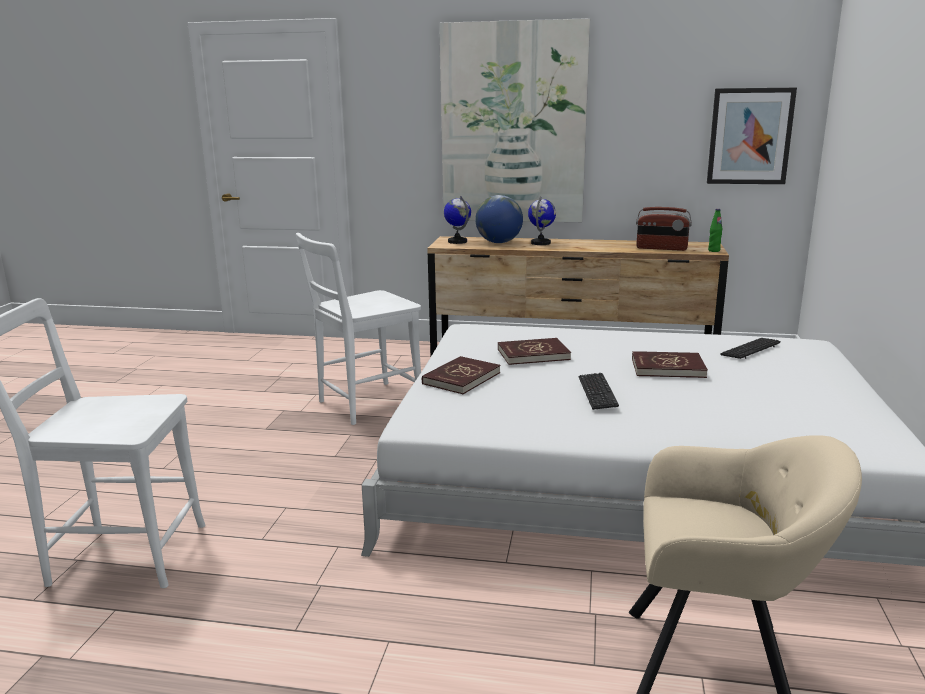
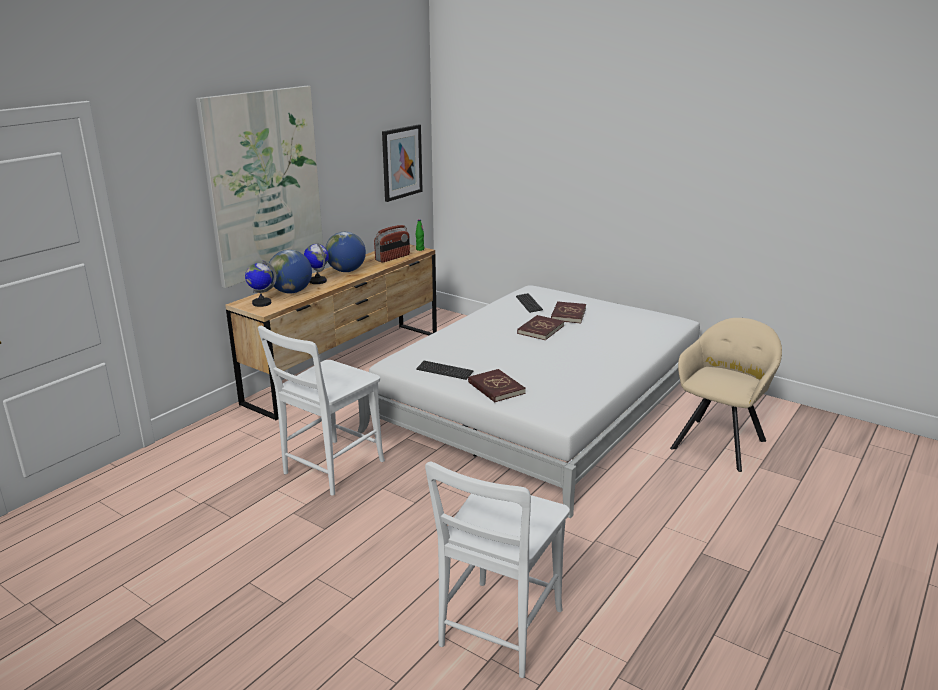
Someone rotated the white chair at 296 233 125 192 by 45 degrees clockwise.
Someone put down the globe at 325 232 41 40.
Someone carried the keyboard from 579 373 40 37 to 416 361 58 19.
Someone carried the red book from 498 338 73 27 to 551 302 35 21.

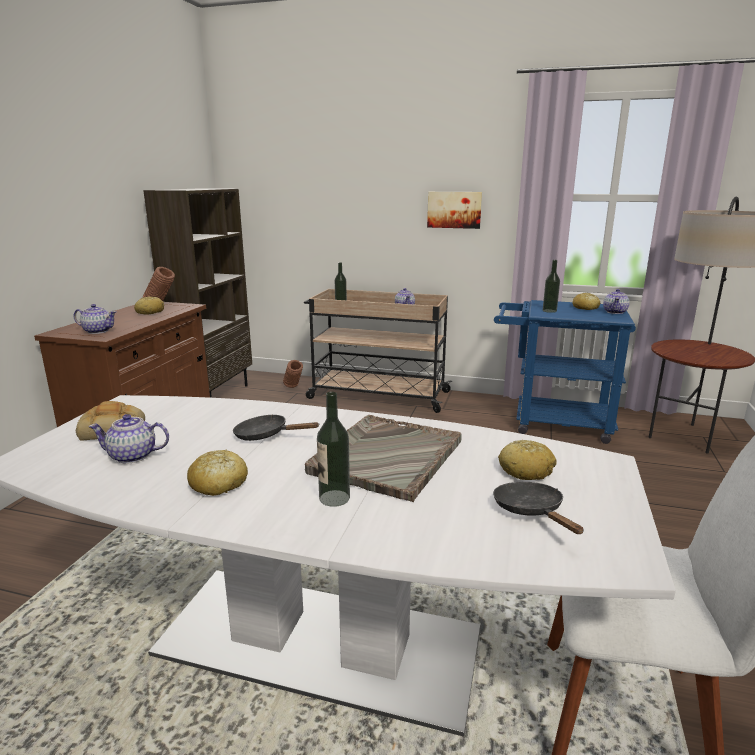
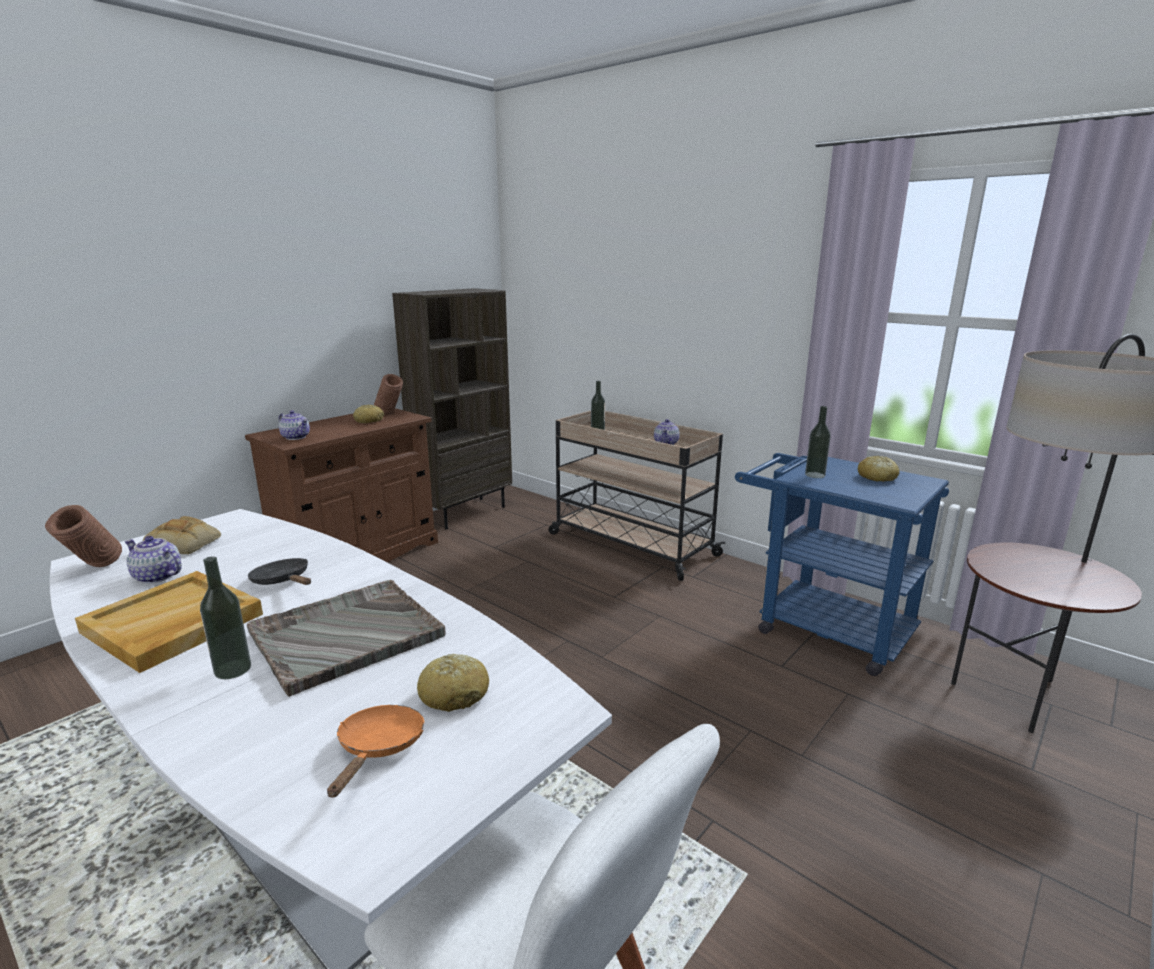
Someone carried the brown vase from 283 360 20 28 to 45 505 77 62.
Someone swapped the bread at 187 450 61 46 for the beige tray at 75 571 188 102.
Someone repainted the black frying pan at 493 482 91 52, which became the orange frying pan at 327 705 97 93.
Someone took away the picture at 427 192 55 37.
Someone took away the teapot at 603 289 27 25.

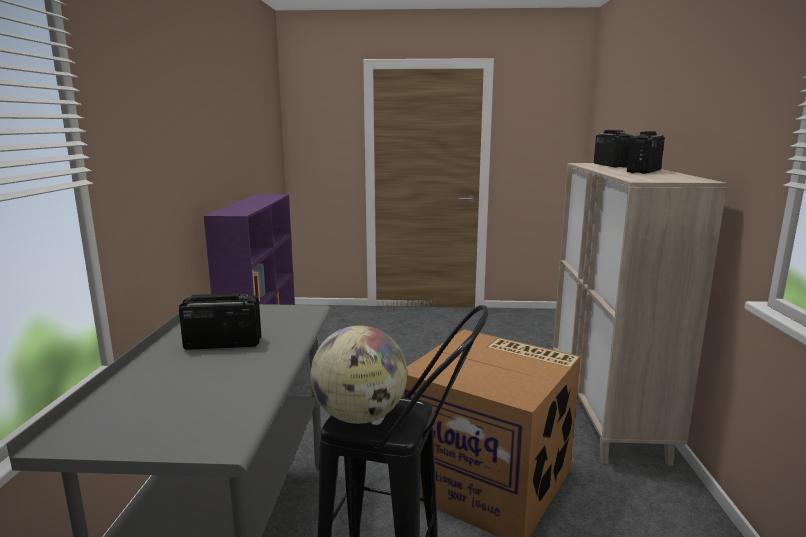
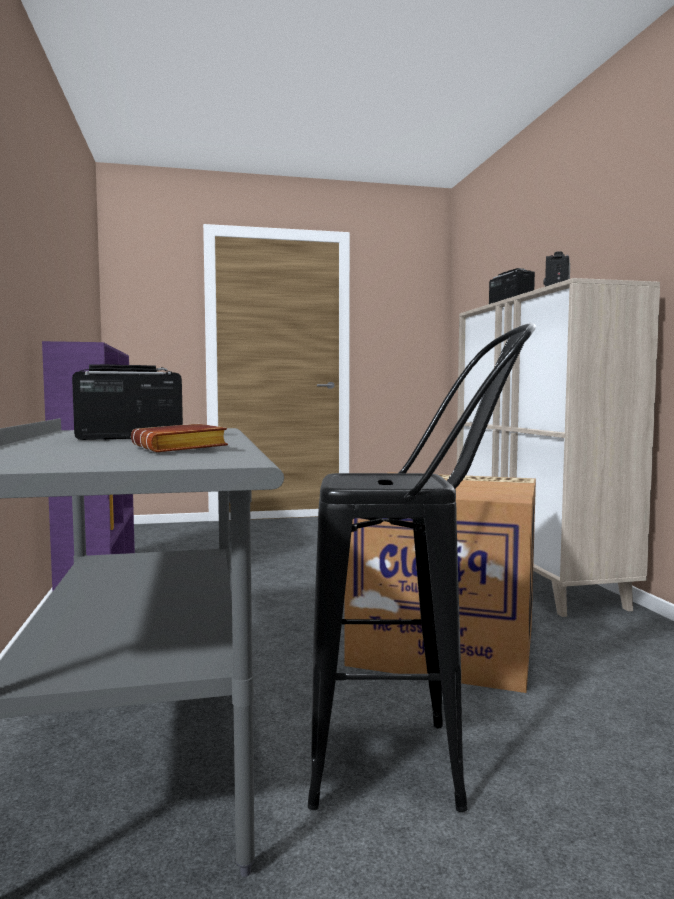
Someone put down the brown book at 131 424 97 28.
Someone took away the globe at 310 325 97 99.

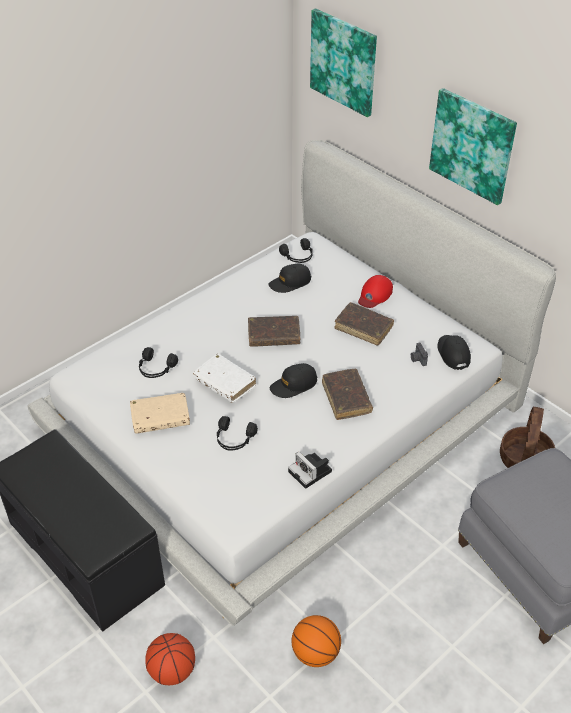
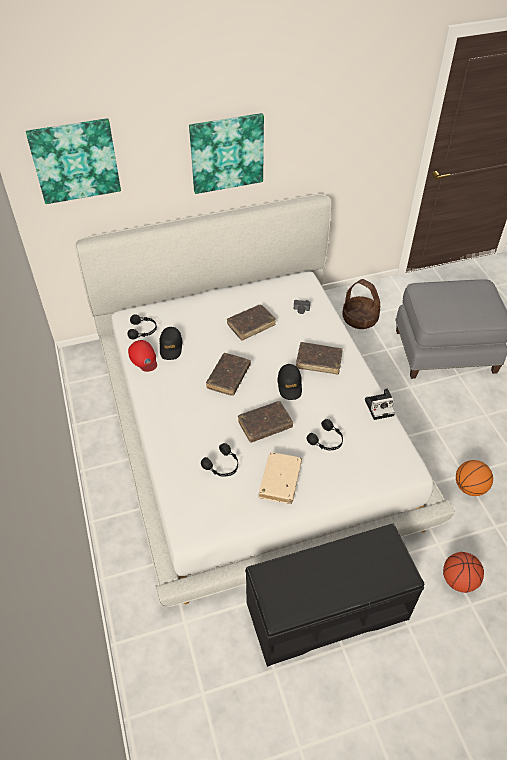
Someone carried the red cap from 358 275 35 33 to 128 340 29 32.
Someone repainted the white book at 193 354 63 49, which became the brown book at 238 401 55 42.
Someone took away the black cap at 437 335 34 35.

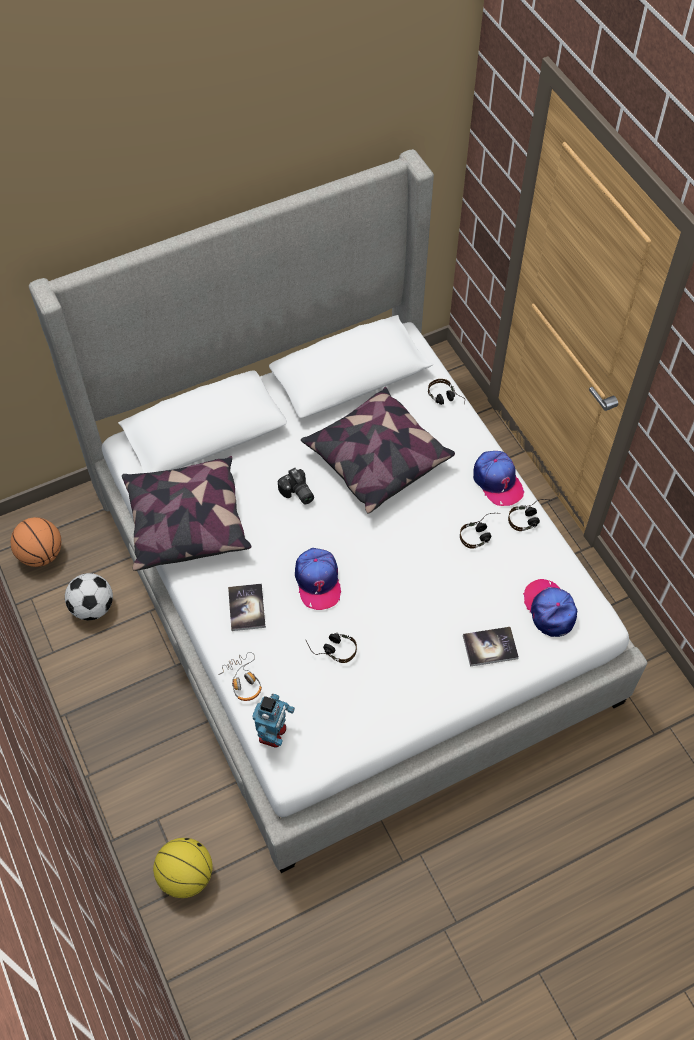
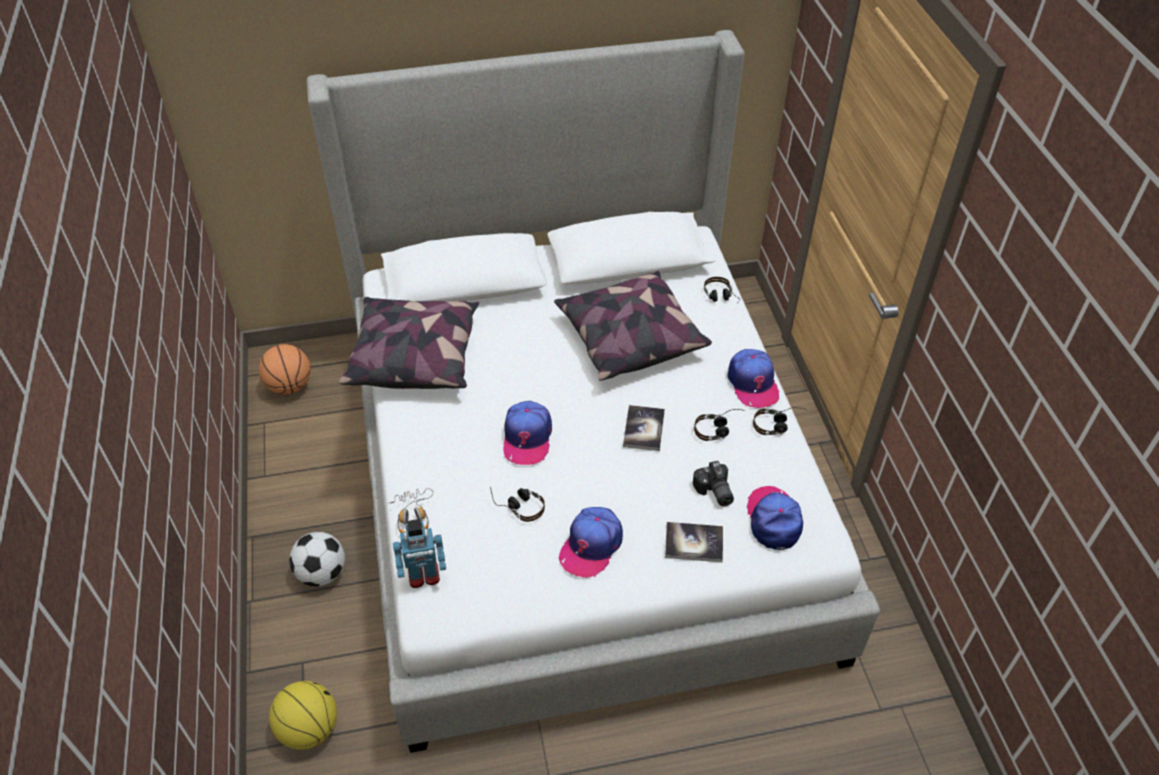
Someone carried the football from 65 573 48 47 to 289 532 56 54.
Someone rotated the toy robot at 252 694 43 54 by 45 degrees clockwise.
Someone put down the cap at 559 507 64 71.
Someone carried the book from 228 584 38 47 to 623 405 42 46.
Someone carried the photo camera from 278 467 36 37 to 693 461 41 45.

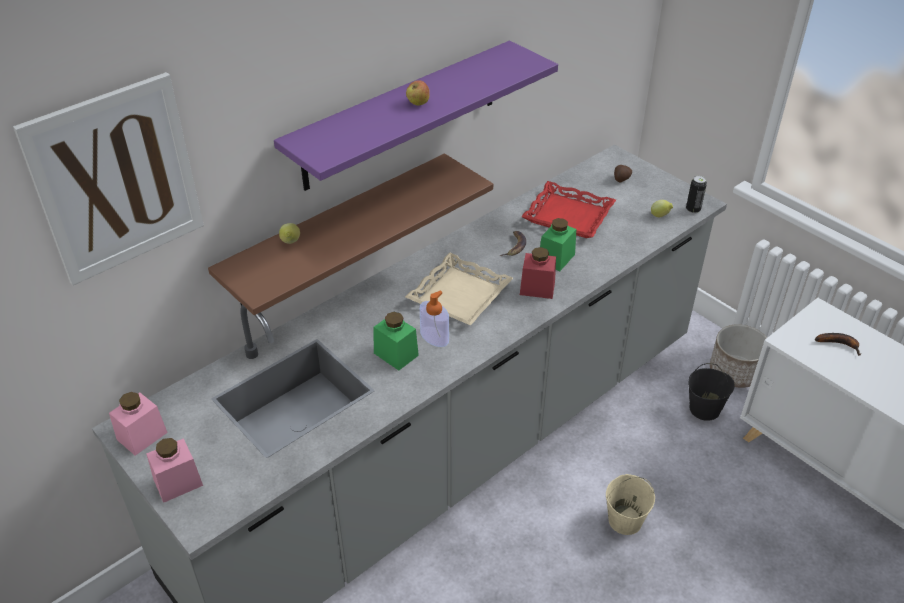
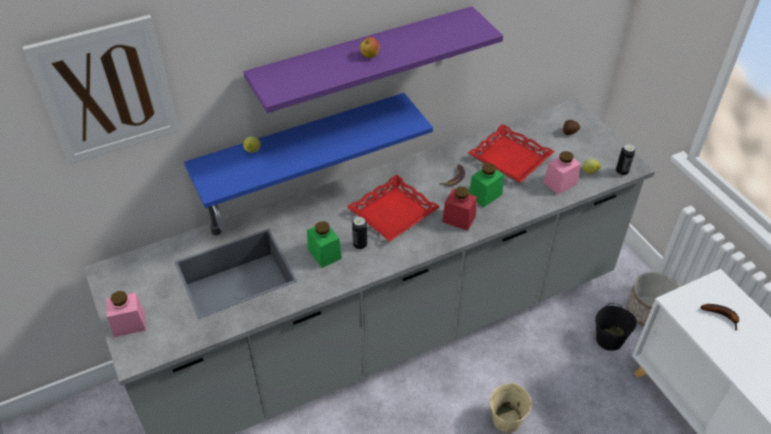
Someone repainted the brown shelf at 208 153 285 162, which became the blue shelf at 184 93 249 115.
Someone repainted the beige tray at 405 253 108 72, which became the red tray at 347 175 93 67.
Someone swapped the soap dispenser at 420 291 29 56 for the can at 352 217 15 33.
Someone carried the pink jar from 109 392 59 64 to 543 151 38 43.

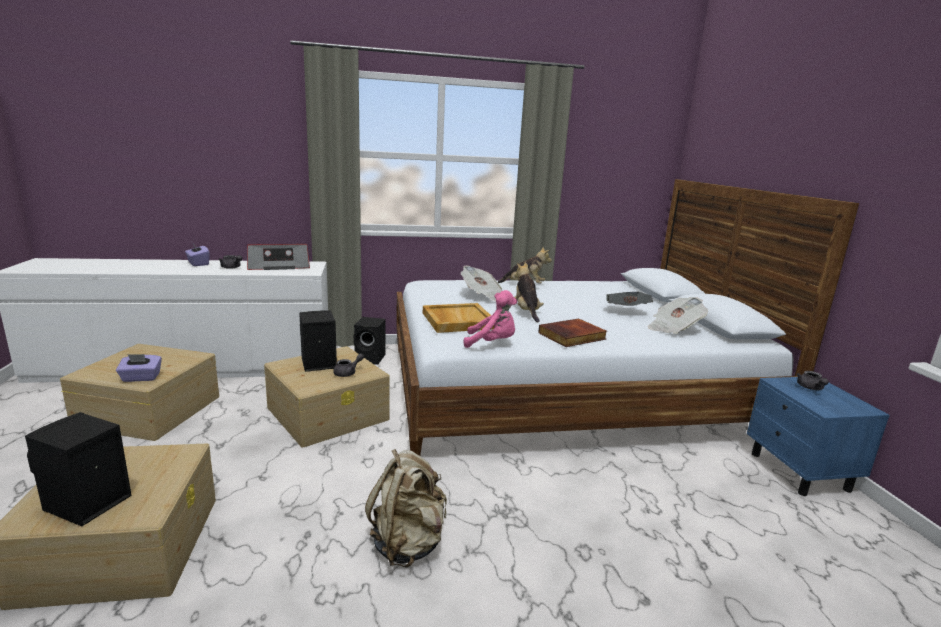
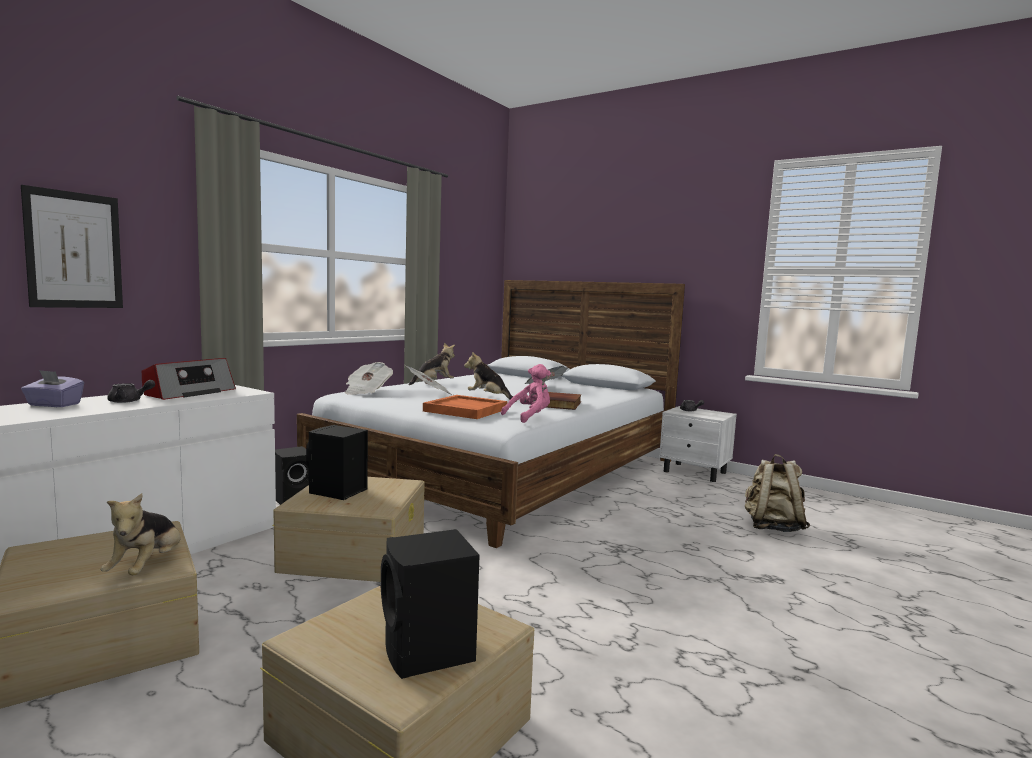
Someone put up the picture at 21 185 102 123.
Someone swapped the purple tissue box at 116 354 46 28 for the plush toy at 101 493 80 82.
Someone carried the newspaper from 648 297 60 37 to 345 362 48 33.
Someone repainted the beige tray at 423 303 71 30, which became the orange tray at 423 395 84 24.
Someone repainted the blue nightstand at 747 377 143 119, which became the white nightstand at 659 406 78 76.
Someone carried the beige backpack from 365 449 82 119 to 745 454 65 78.
Someone took away the grey teapot at 333 354 31 23.

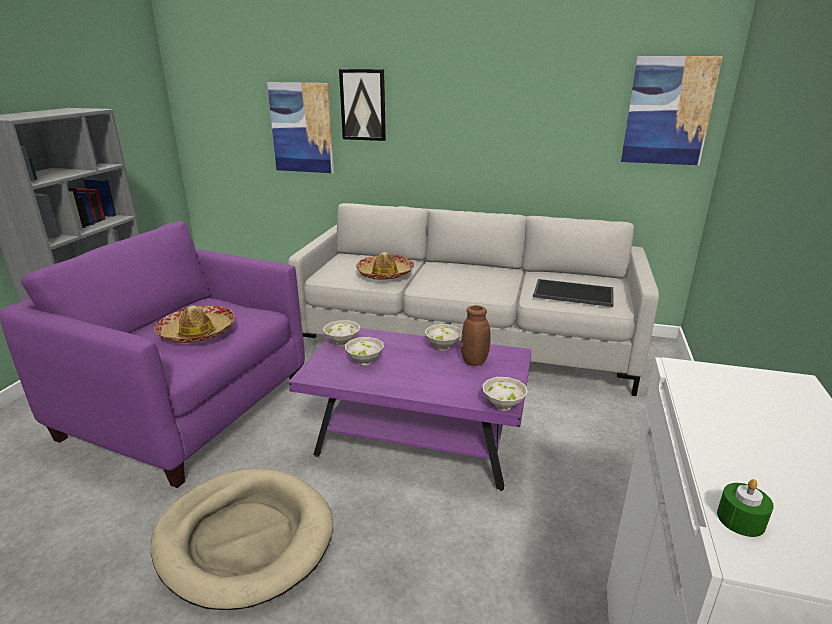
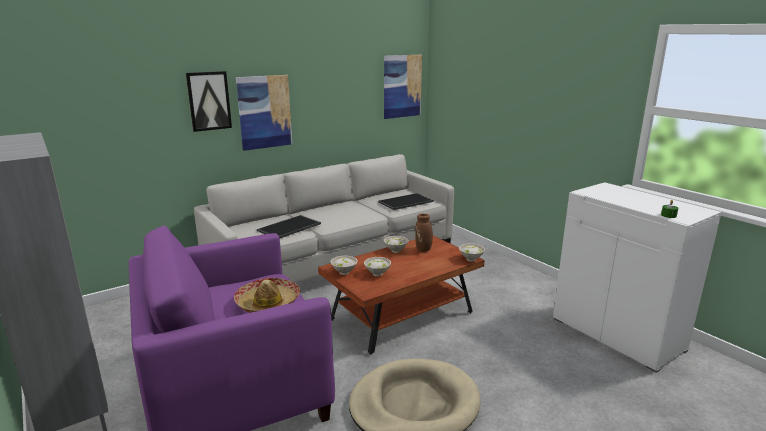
Someone carried the picture from 267 82 67 91 to 236 75 56 76.
Someone swapped the hat at 356 252 58 28 for the tray at 257 215 64 23.
Someone repainted the purple coffee table at 289 328 243 163, which became the brown coffee table at 318 236 167 119.

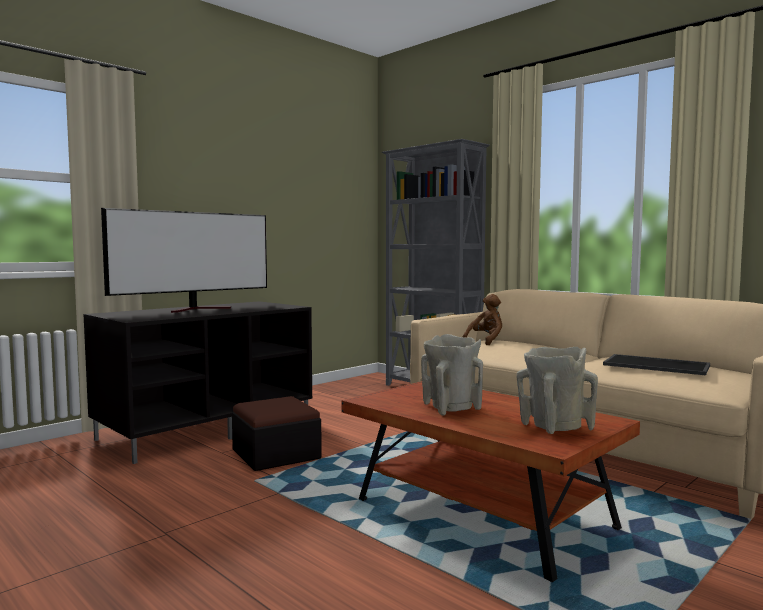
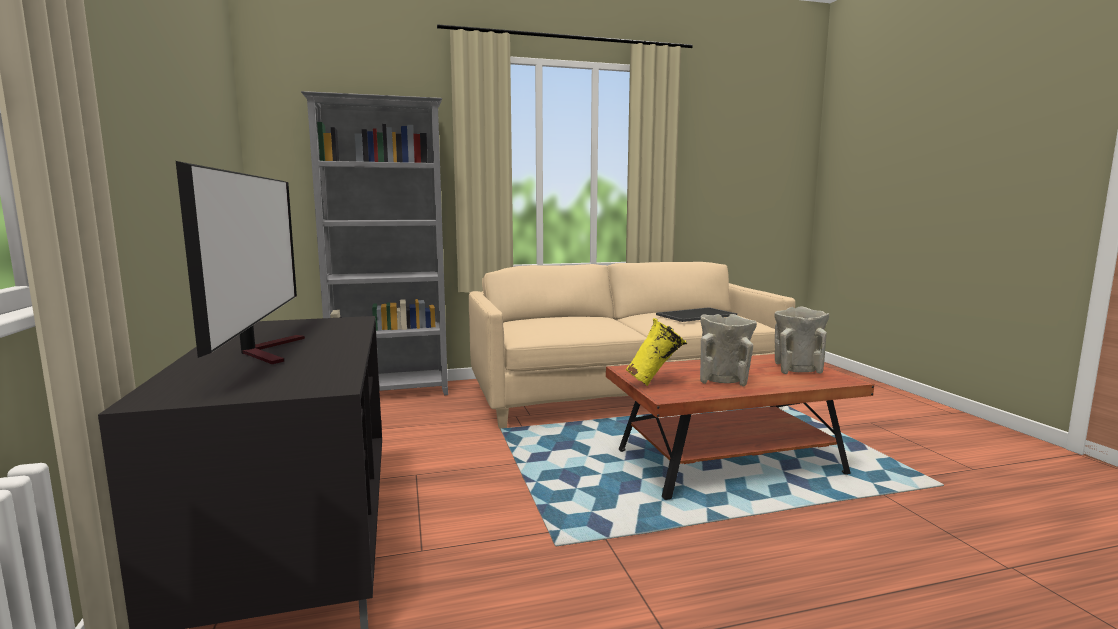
Someone put down the yellow vase at 626 318 61 68.
Someone took away the ottoman at 232 396 90 75.
Someone took away the brown plush toy at 463 294 39 51.

